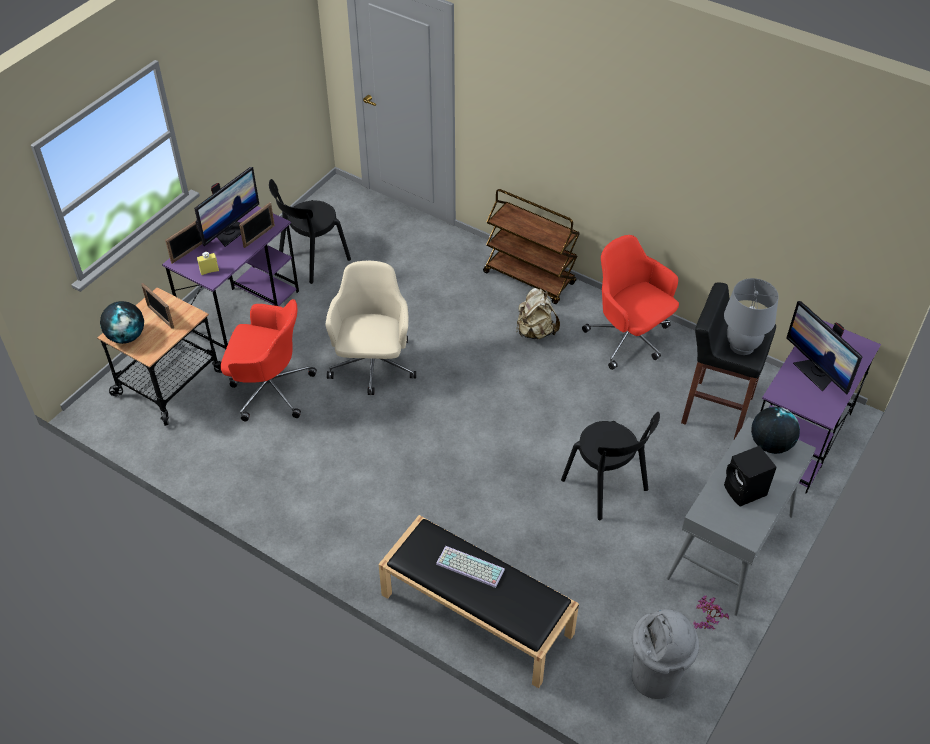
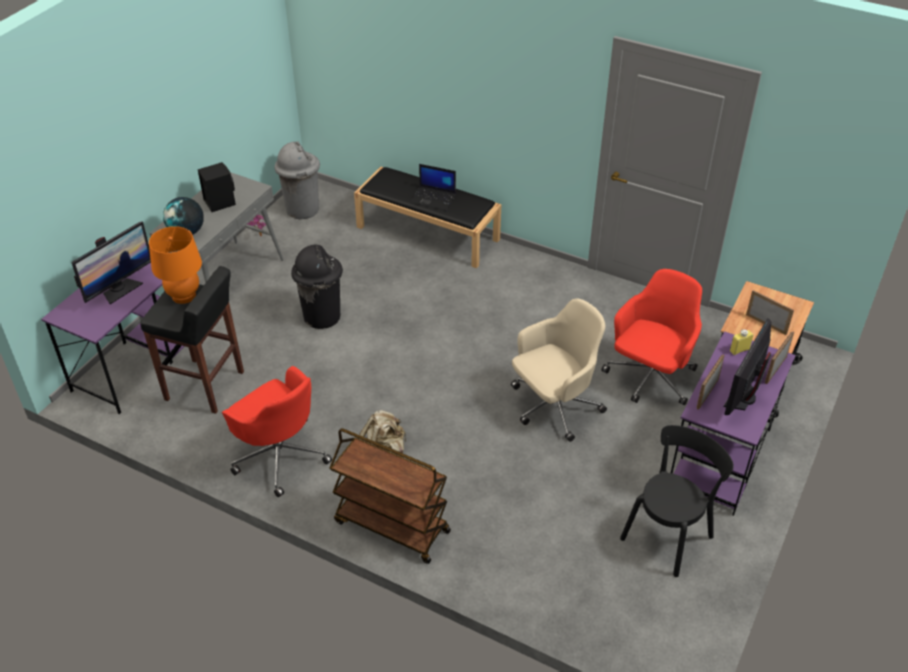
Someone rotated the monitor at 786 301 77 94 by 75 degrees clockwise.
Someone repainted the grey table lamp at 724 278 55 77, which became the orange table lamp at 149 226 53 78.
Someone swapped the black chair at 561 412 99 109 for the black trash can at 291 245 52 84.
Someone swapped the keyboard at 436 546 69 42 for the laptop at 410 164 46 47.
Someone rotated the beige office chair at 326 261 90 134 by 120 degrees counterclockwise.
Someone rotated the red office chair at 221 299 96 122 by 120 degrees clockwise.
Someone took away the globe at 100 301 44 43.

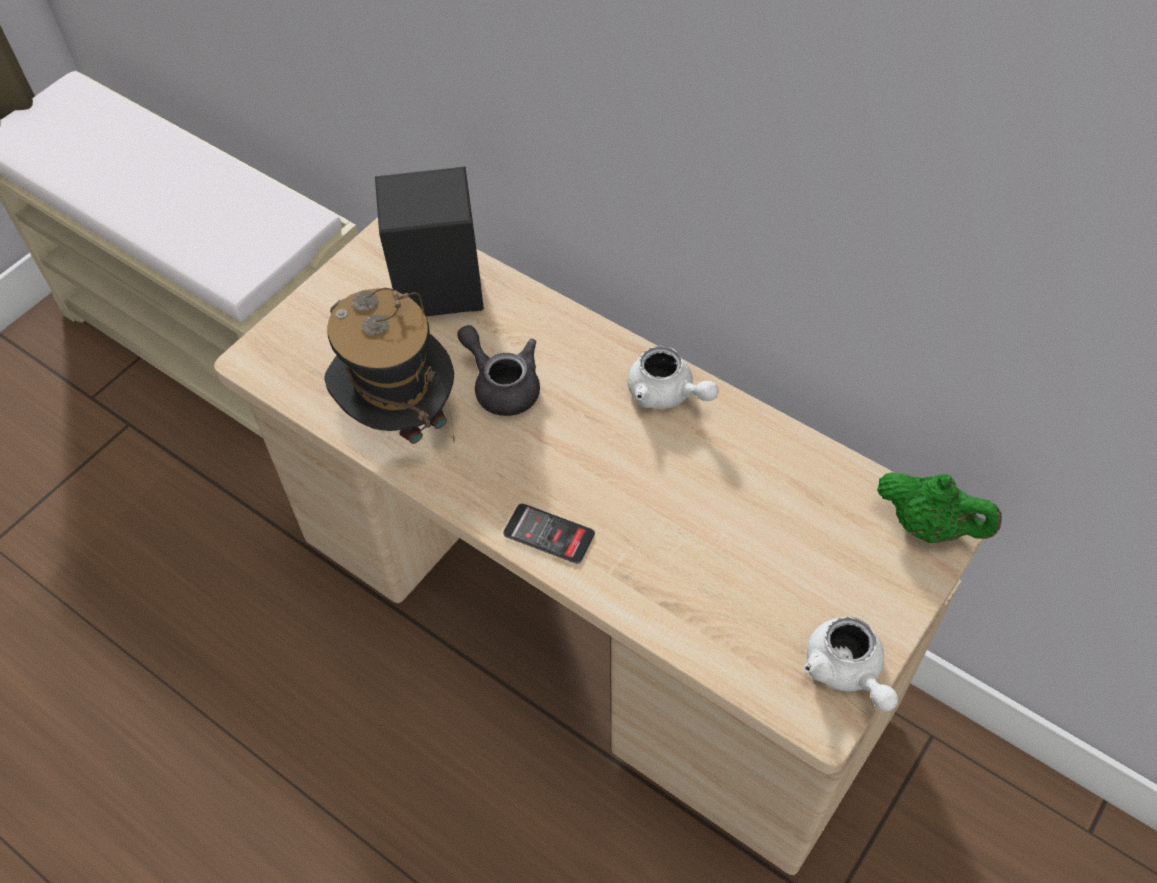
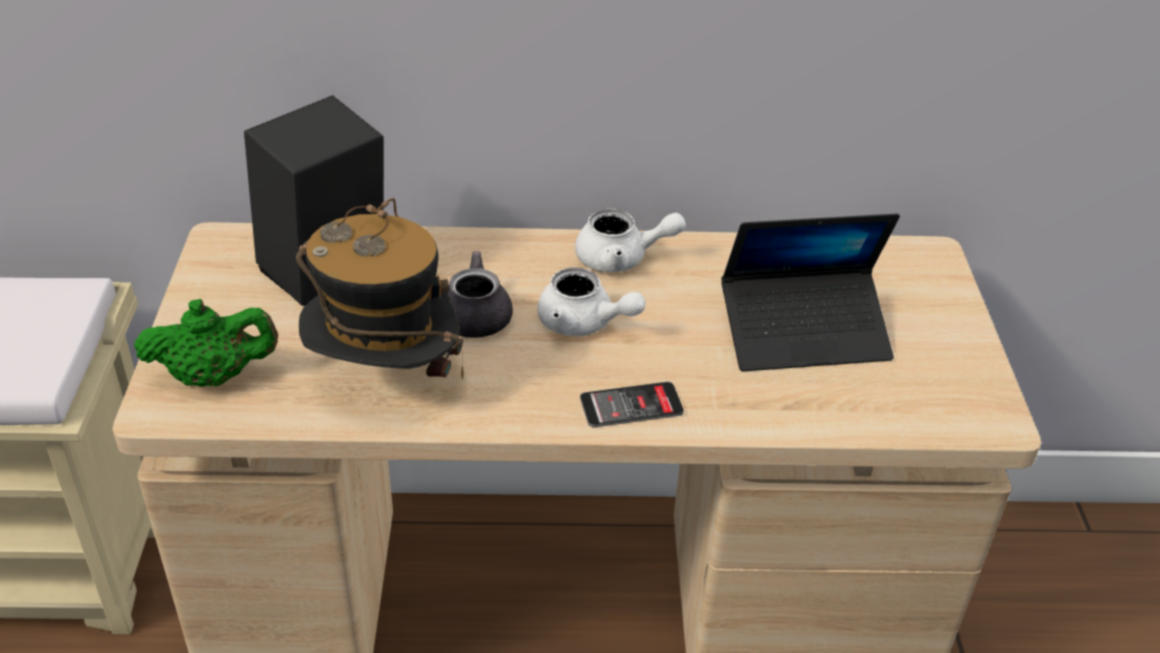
Someone carried the green teapot from 877 472 125 71 to 134 299 144 88.
Someone carried the white teapot from 804 616 95 95 to 537 267 109 69.
Someone put down the laptop at 721 213 179 158.

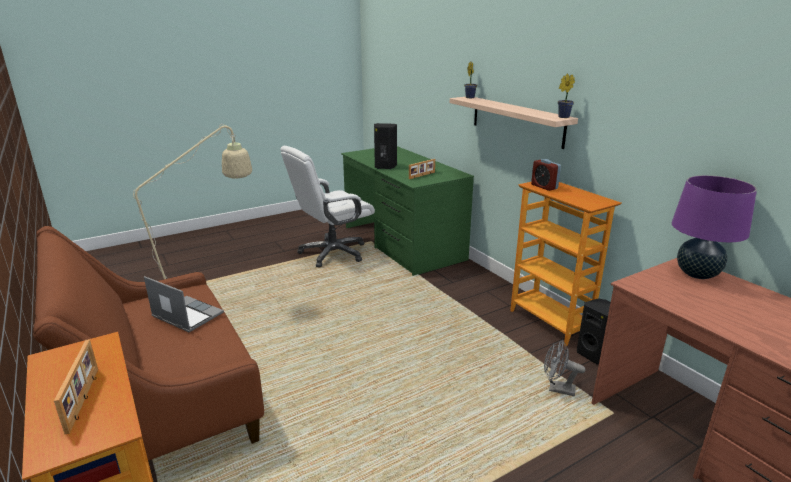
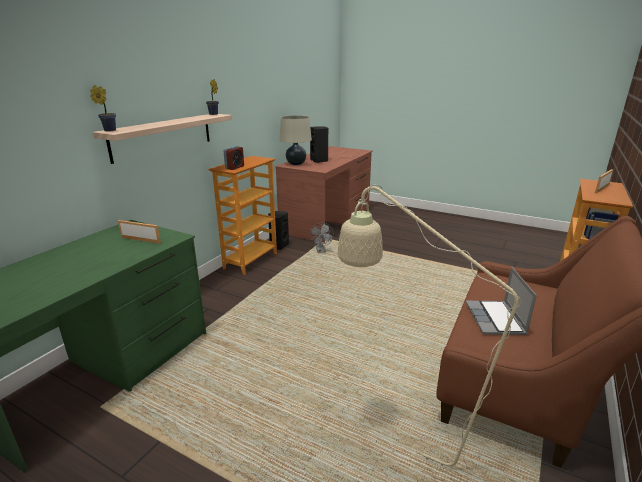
Someone repainted the purple table lamp at 672 175 85 104, which became the beige table lamp at 279 115 33 50.
Someone carried the black speaker from 374 123 23 46 to 310 126 18 37.
Someone took away the white office chair at 280 146 95 122.

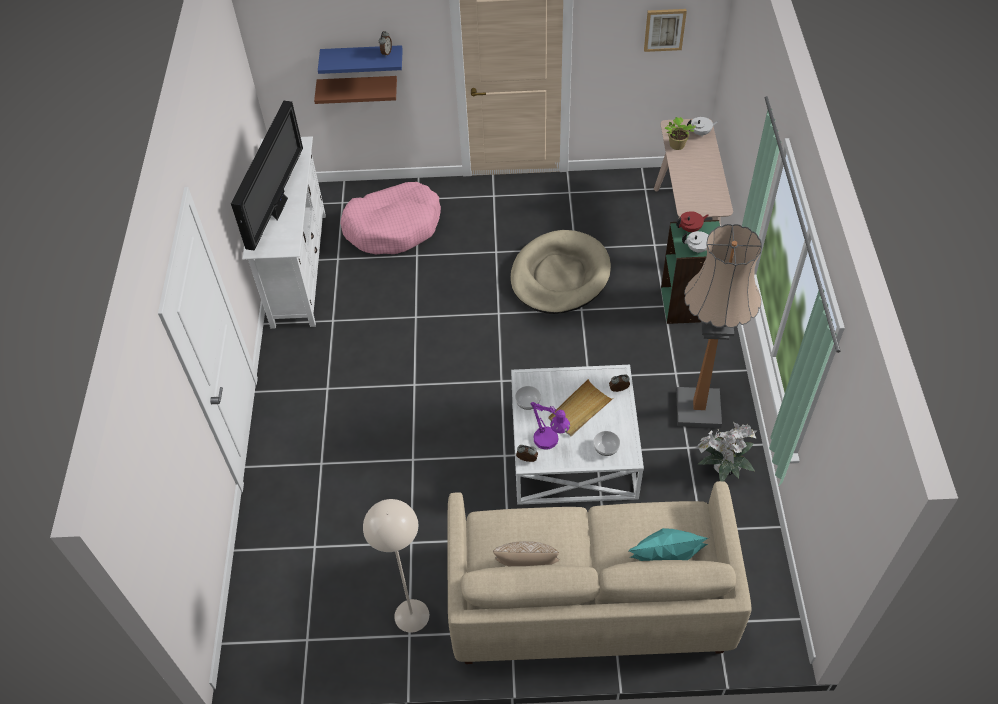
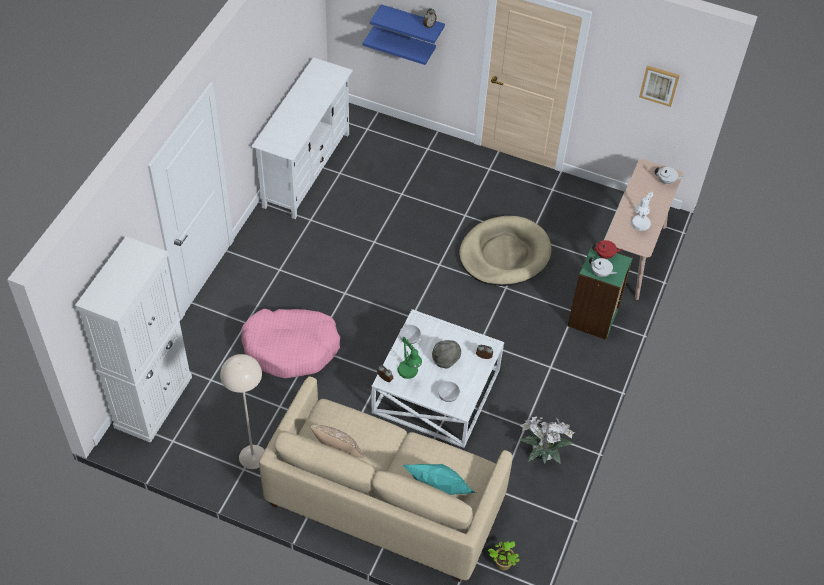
Someone put down the white cabinet at 75 236 117 207.
Someone carried the pink dog bed from 340 182 101 72 to 241 309 99 69.
Someone repainted the brown shelf at 314 76 83 28, which became the blue shelf at 362 26 74 39.
Someone repainted the purple table lamp at 531 402 39 48, which became the green table lamp at 397 337 25 42.
Someone swapped the beige tray at 548 379 66 57 for the grey hat at 432 340 29 29.
Someone carried the potted plant from 664 117 32 33 to 488 541 32 29.
Someone put down the white table lamp at 631 191 22 40.
Someone took away the television at 231 101 72 150.
Someone took away the floor lamp at 676 224 86 204.

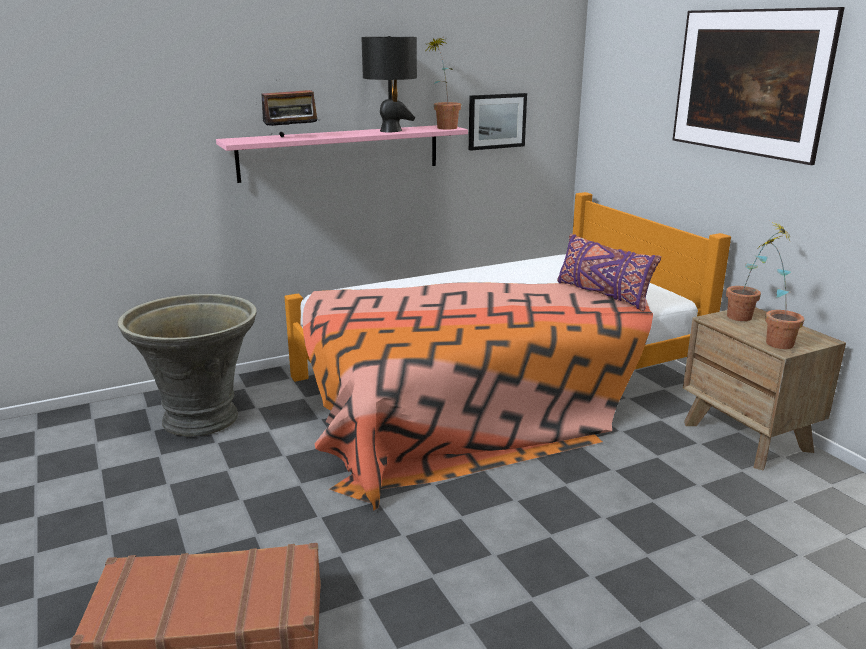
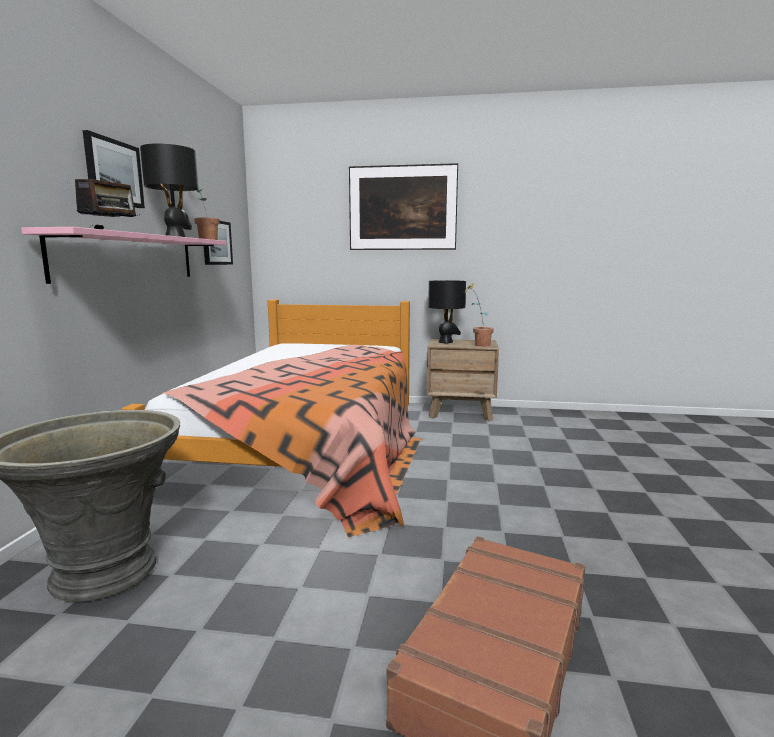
Someone put up the picture at 83 130 62 78.
Someone swapped the potted plant at 726 221 65 100 for the black table lamp at 428 280 38 63.
Someone took away the purple pillow at 557 234 104 77.

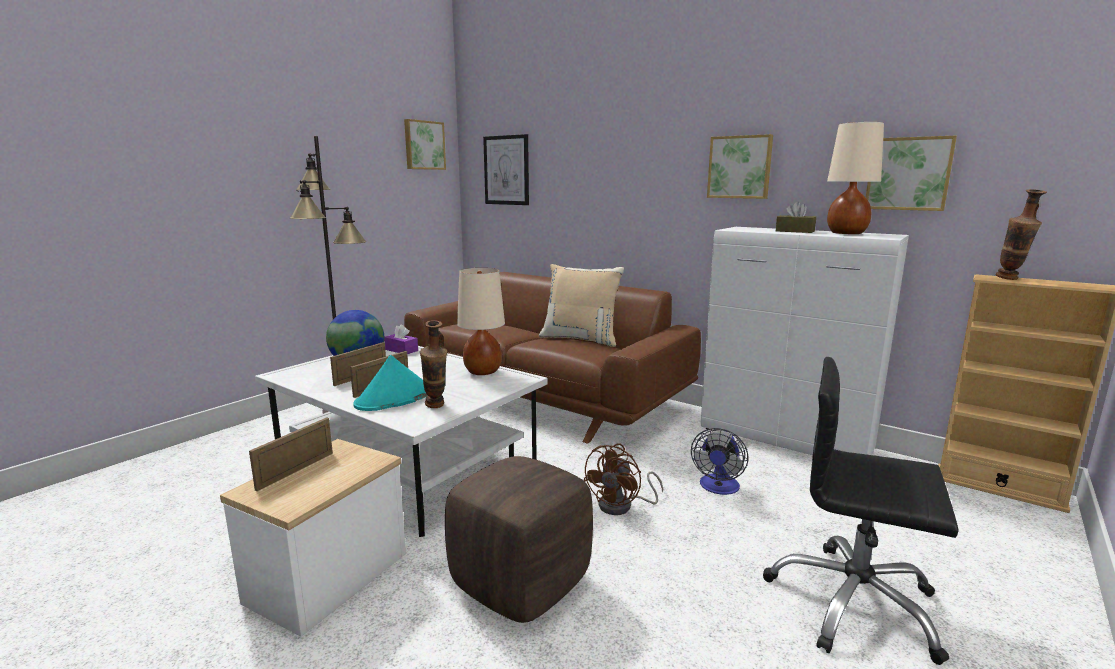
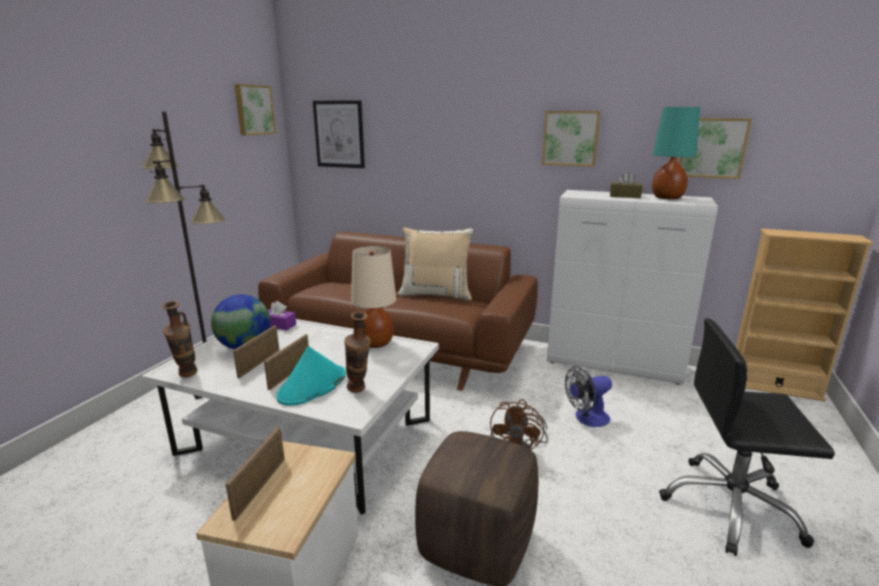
Someone carried the vase from 996 189 51 91 to 162 301 35 76.
Someone rotated the fan at 691 428 58 67 by 60 degrees clockwise.
Someone repainted the beige table lamp at 827 122 57 112, which became the turquoise table lamp at 652 107 48 92.

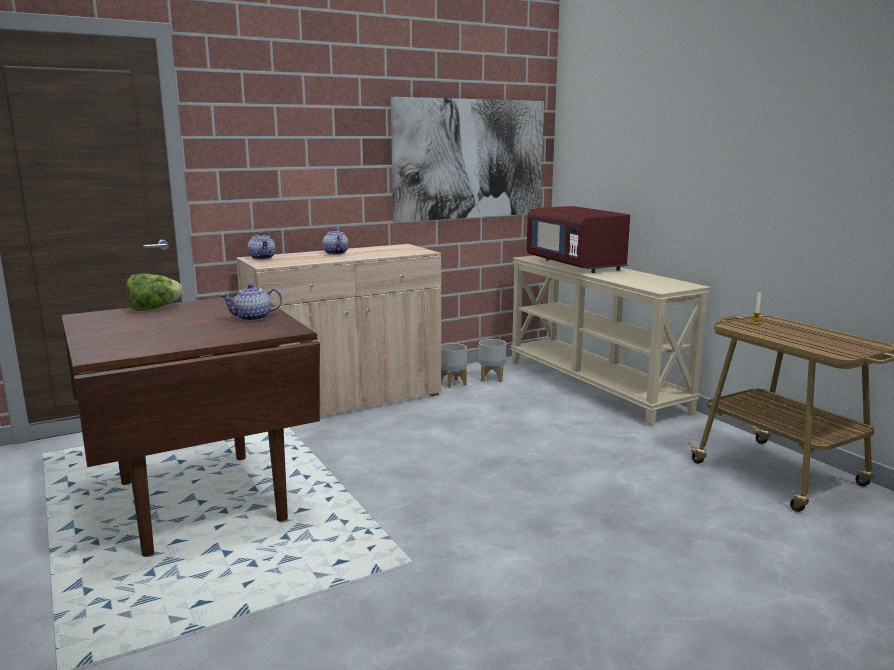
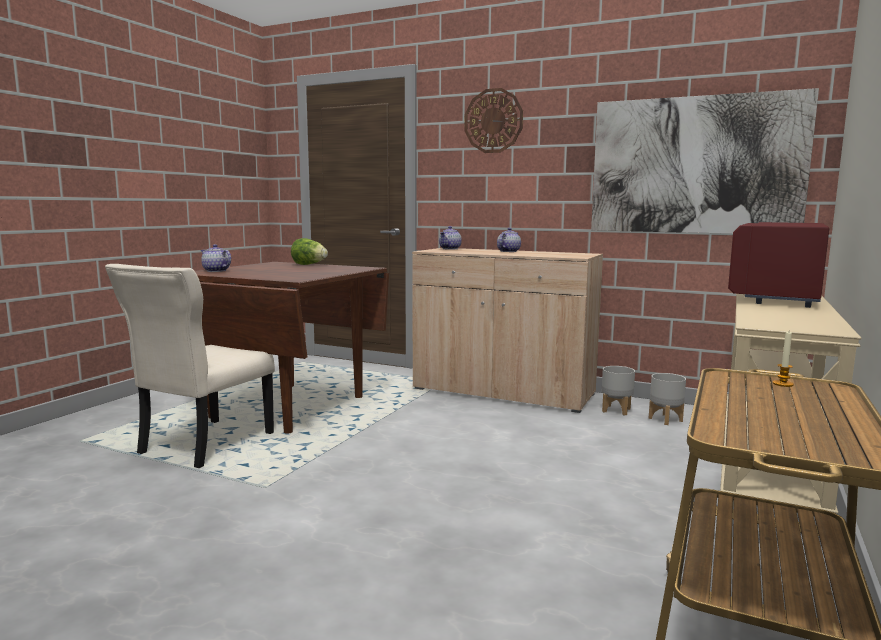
Someone put down the beige chair at 105 264 170 204.
Someone carried the teapot from 220 284 62 37 to 201 244 30 28.
Someone put up the wall clock at 464 88 59 65.

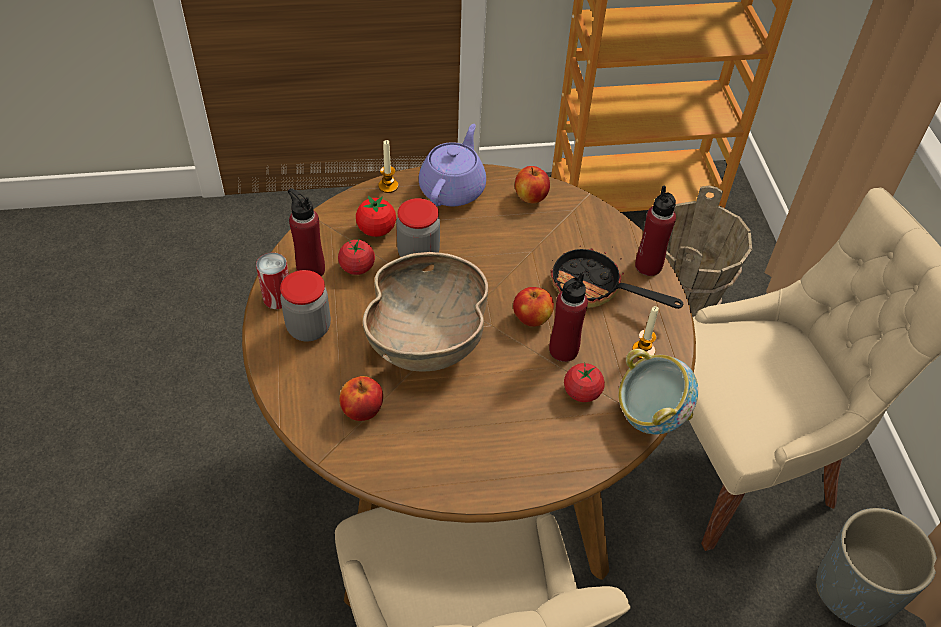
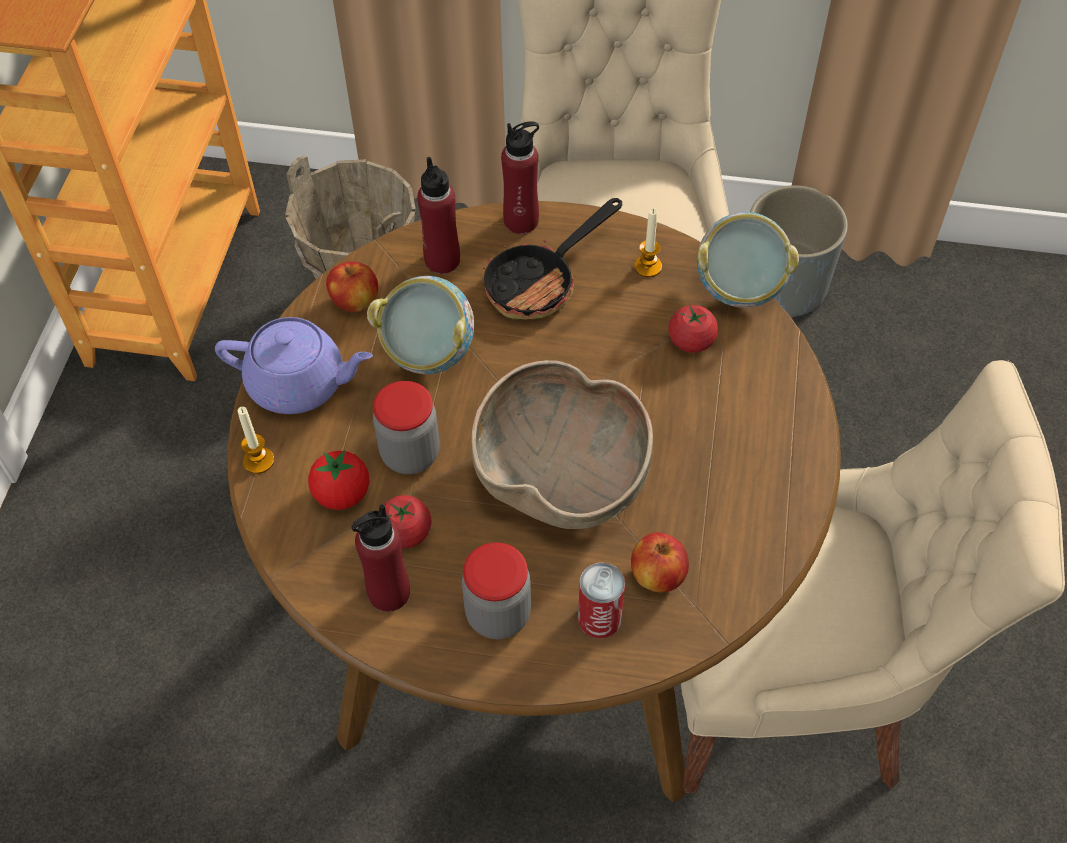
Someone rotated the purple teapot at 419 124 67 82 by 150 degrees clockwise.
Someone put down the bowl at 367 276 107 98.
Someone carried the red bottle from 549 272 39 90 to 417 157 43 117.
Someone carried the can from 256 253 33 56 to 578 563 47 75.
Someone took away the apple at 513 287 41 40.

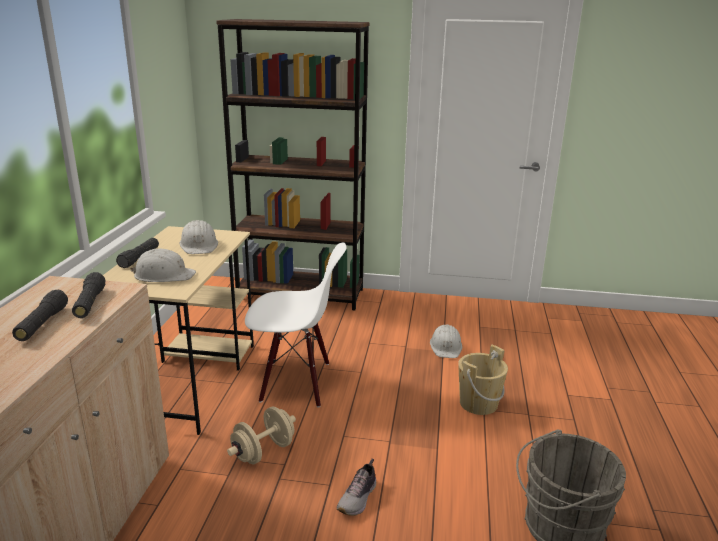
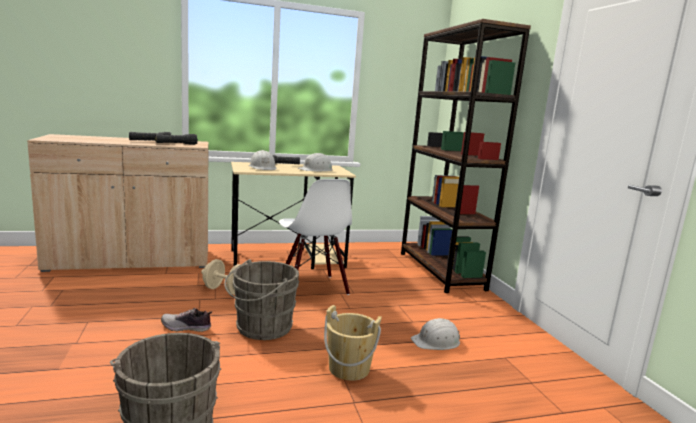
Someone put down the grey bucket at 224 259 75 81.

